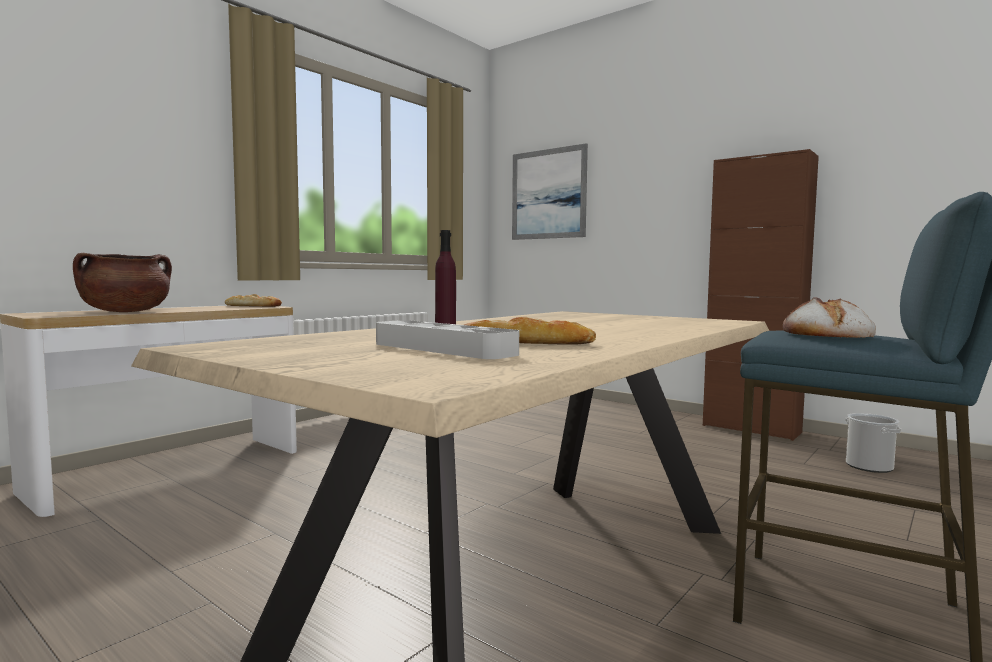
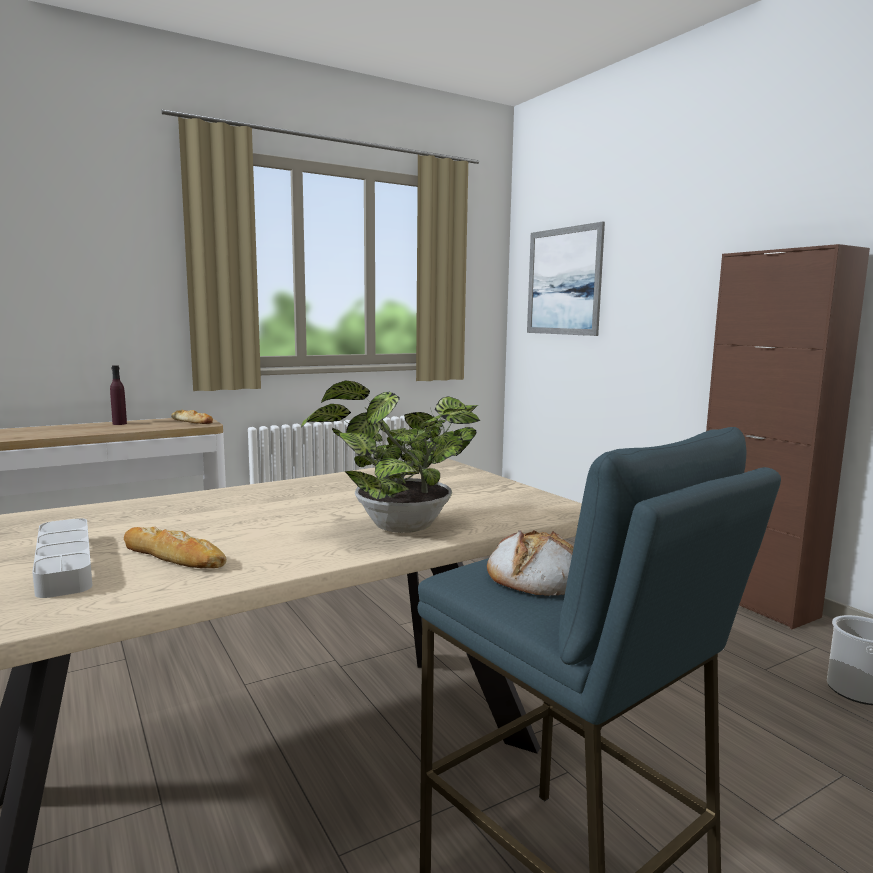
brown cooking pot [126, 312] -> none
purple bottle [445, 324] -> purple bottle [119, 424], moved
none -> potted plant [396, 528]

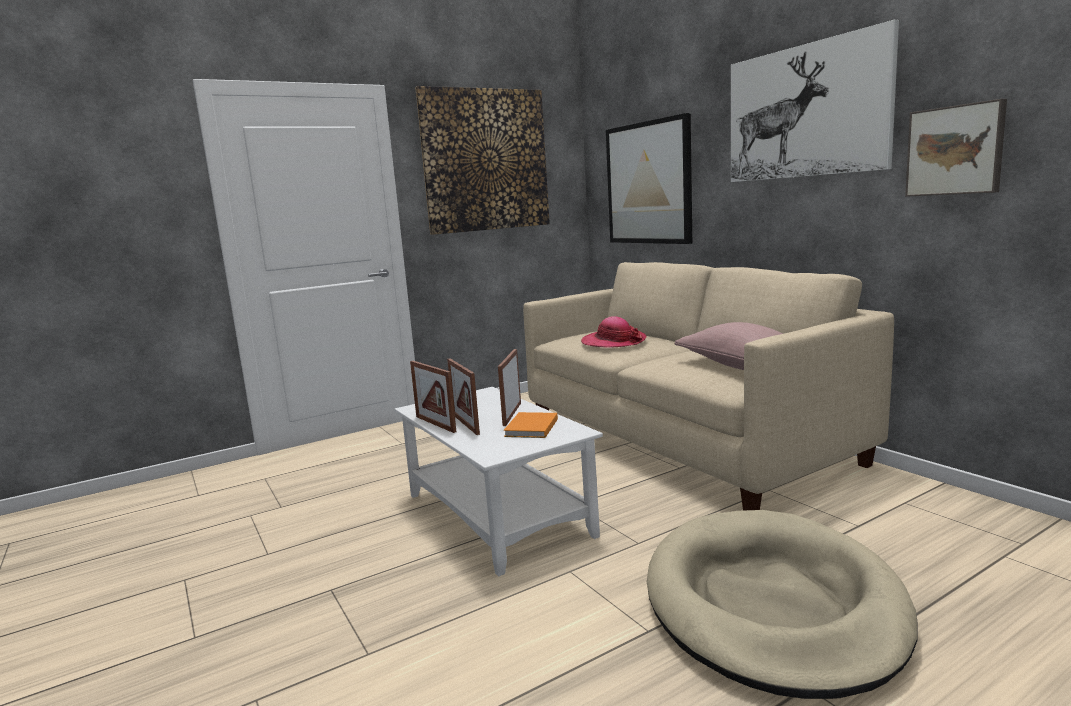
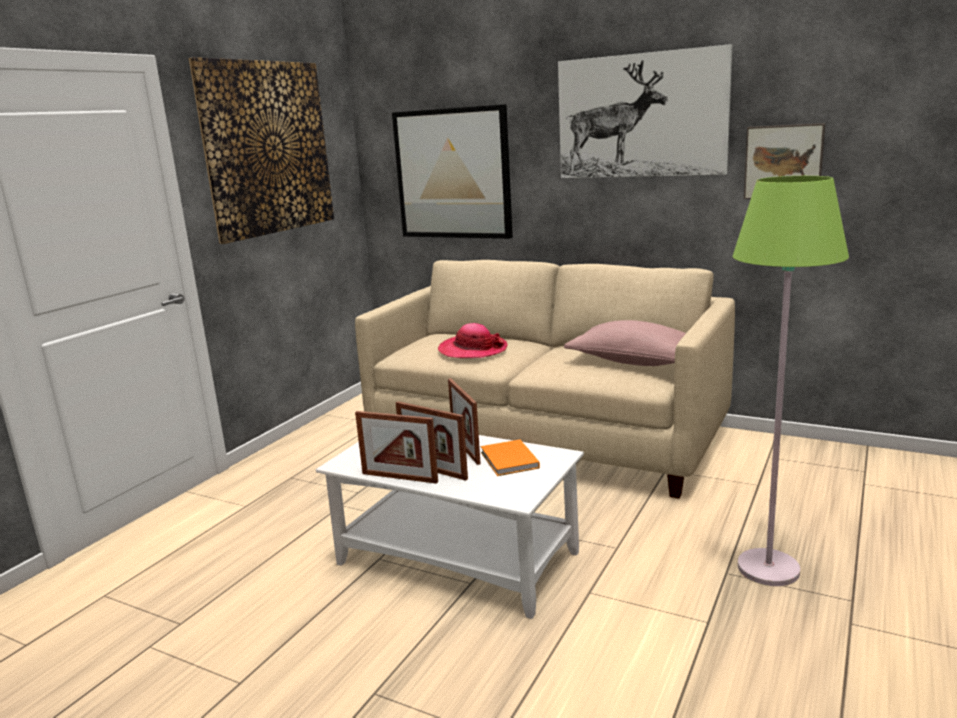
beige dog bed [772, 605] -> green floor lamp [768, 569]

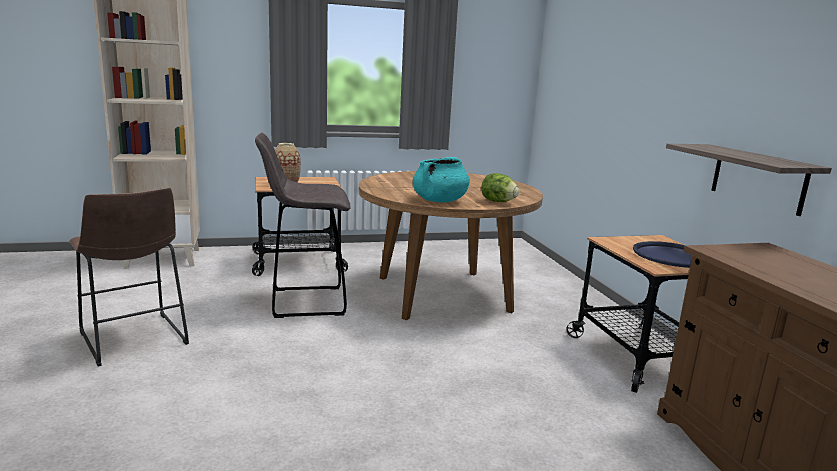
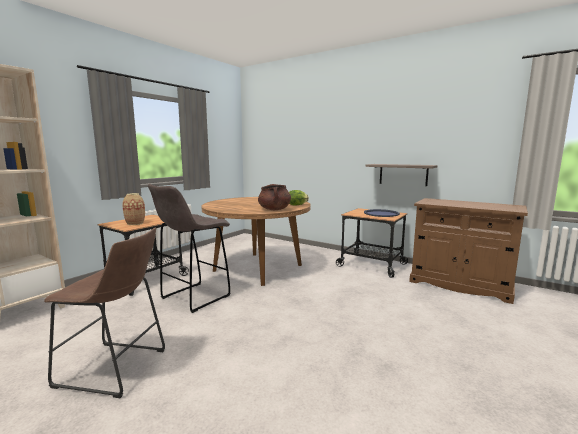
turquoise cooking pot [439, 201] -> brown cooking pot [274, 209]

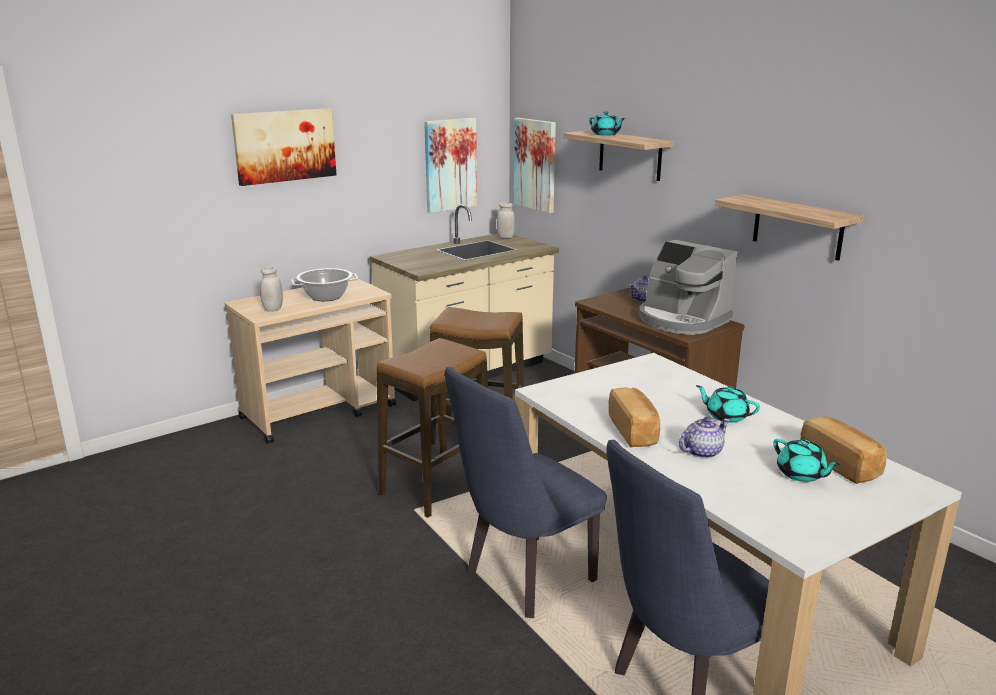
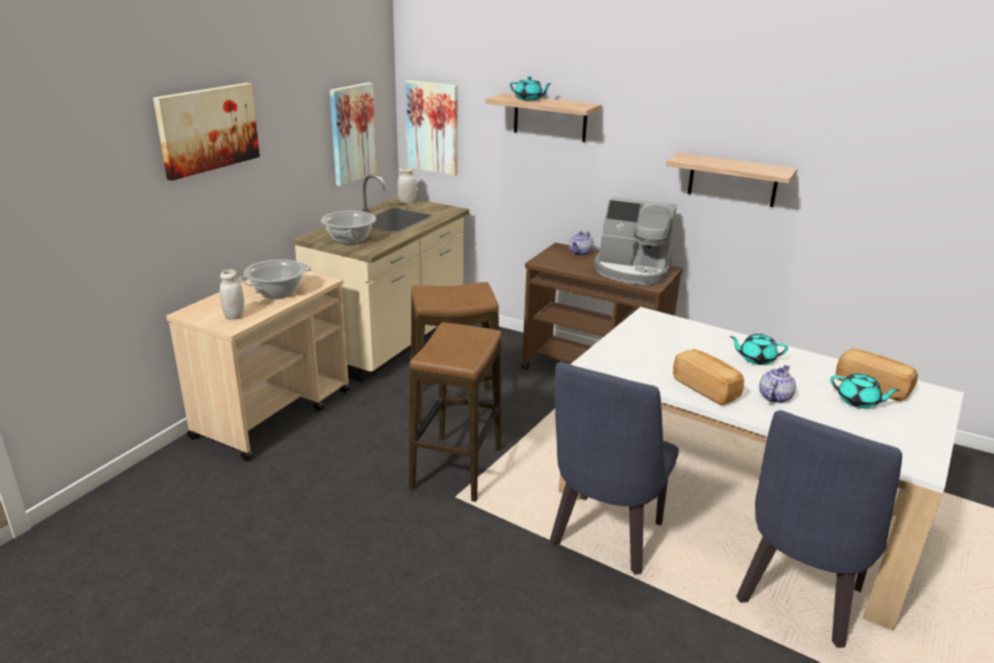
none -> cooking pot [350, 239]

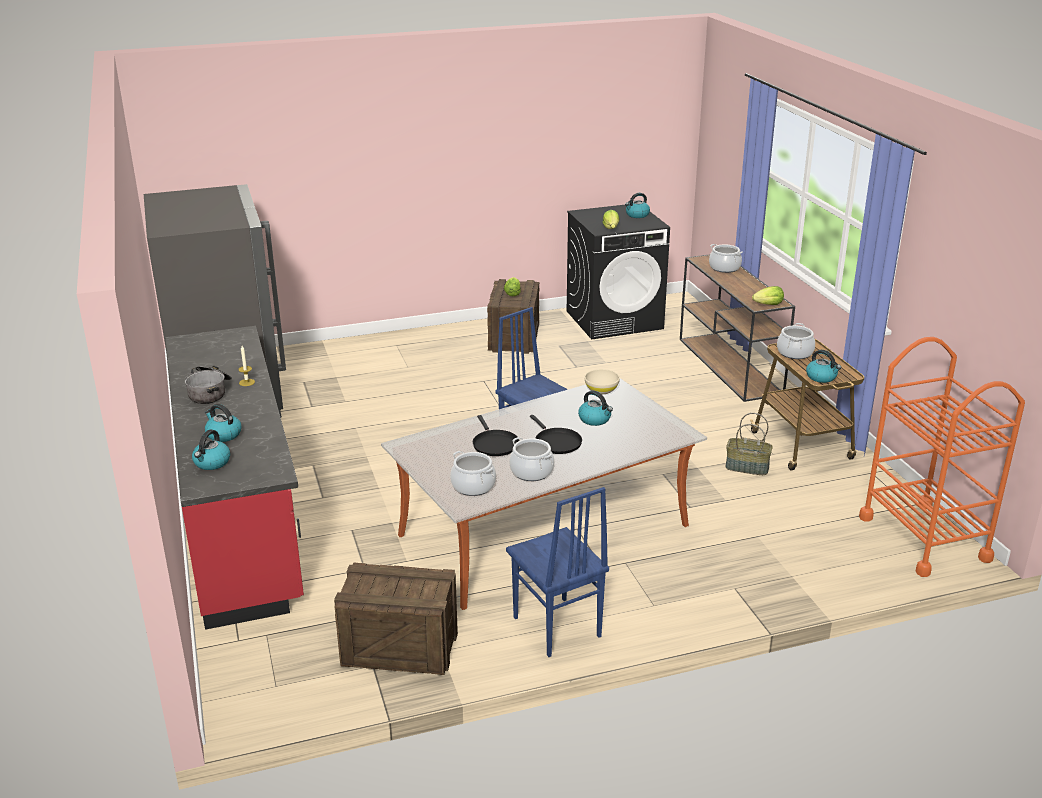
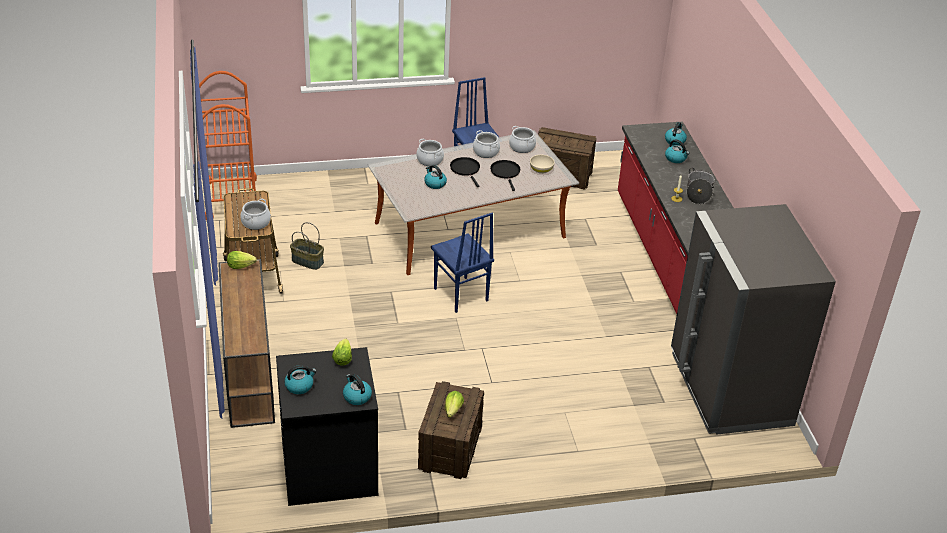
beige bowl [601, 390] -> beige bowl [541, 170], moved
cooking pot [724, 268] -> cooking pot [430, 160], moved
kettle [821, 377] -> kettle [356, 396], moved

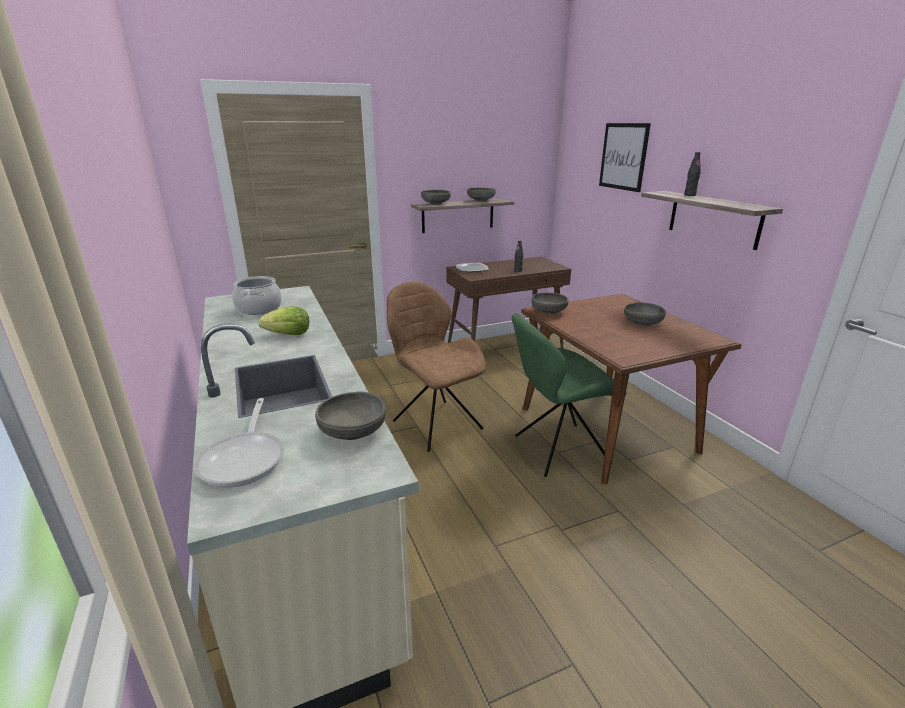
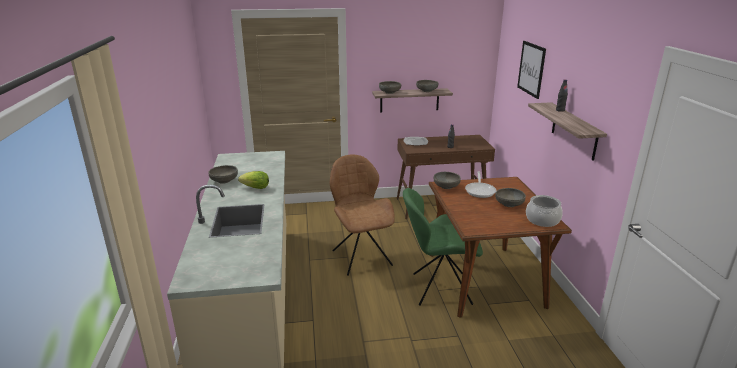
frying pan [245, 458] -> frying pan [480, 191], moved
cooking pot [258, 309] -> cooking pot [542, 220], moved
grey bowl [353, 432] -> grey bowl [224, 181], moved

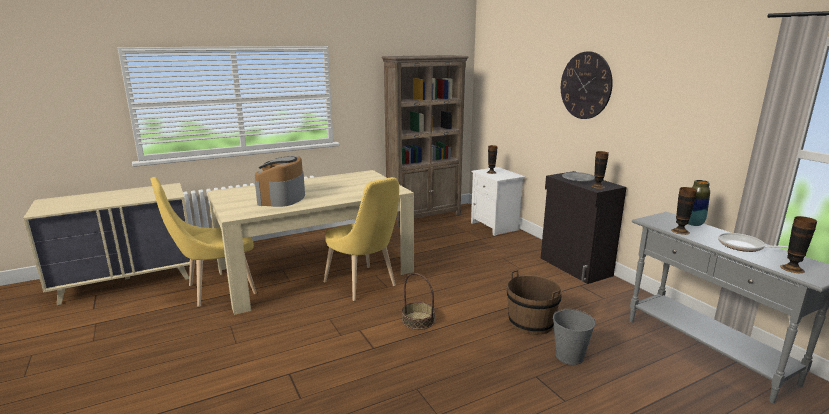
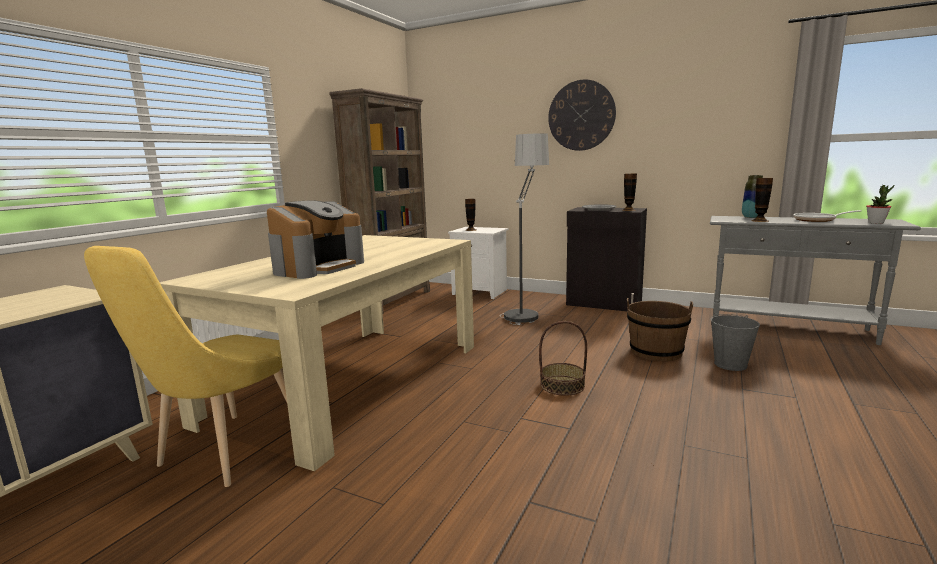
coffee machine [282, 198] -> coffee machine [318, 267], 120 degrees counterclockwise
yellow chair [363, 285] -> none
vase [792, 268] -> potted plant [876, 223]
none -> floor lamp [525, 310]

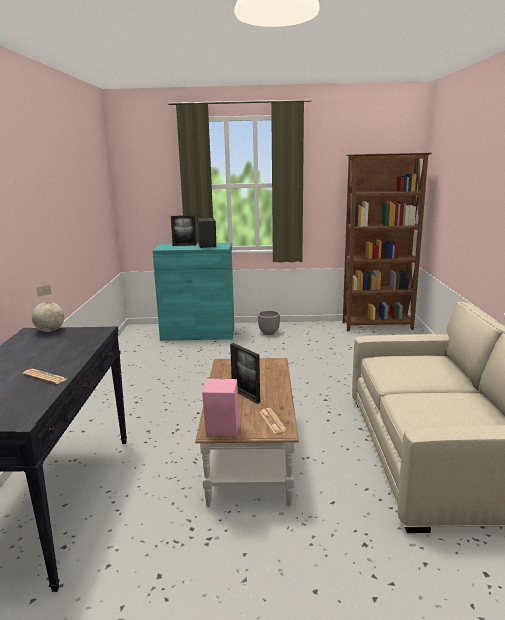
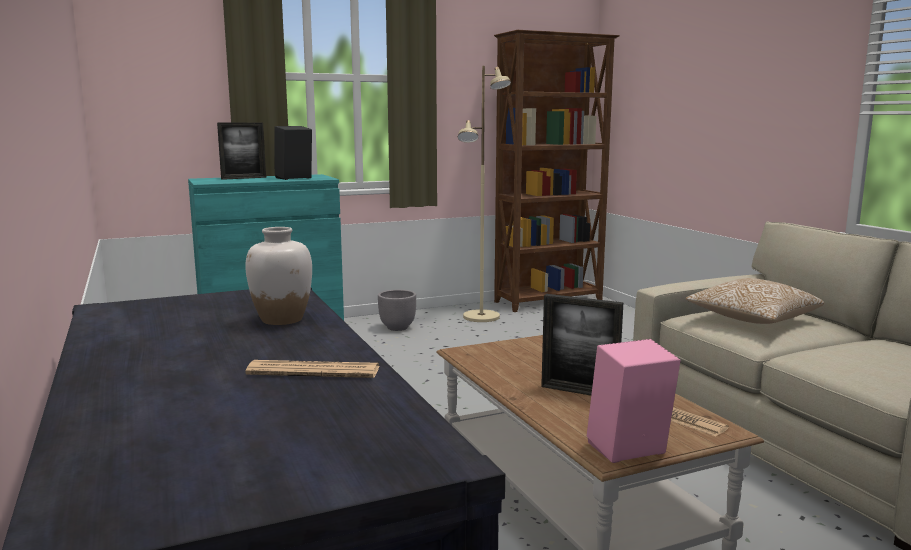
globe [49, 331] -> none
none -> white vase [282, 319]
none -> beige floor lamp [481, 317]
none -> pillow [752, 320]

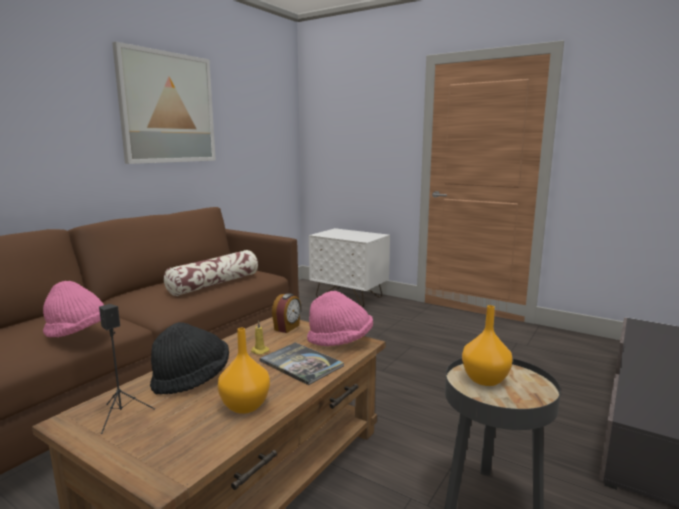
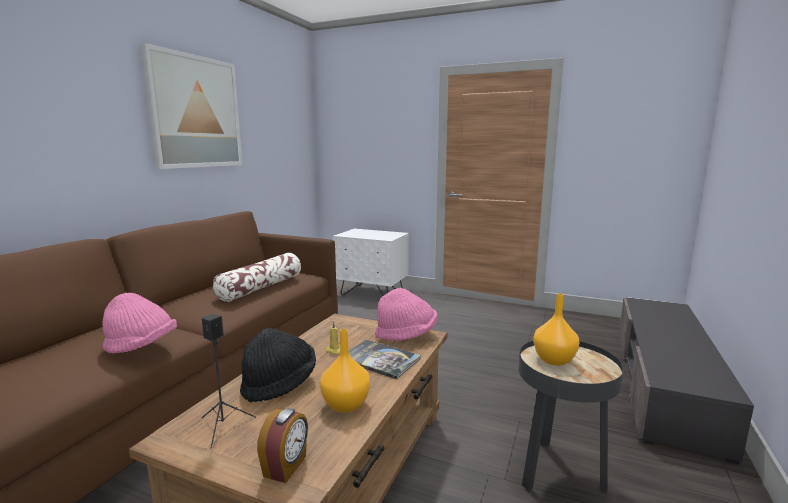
alarm clock [287, 328] -> alarm clock [286, 466], moved

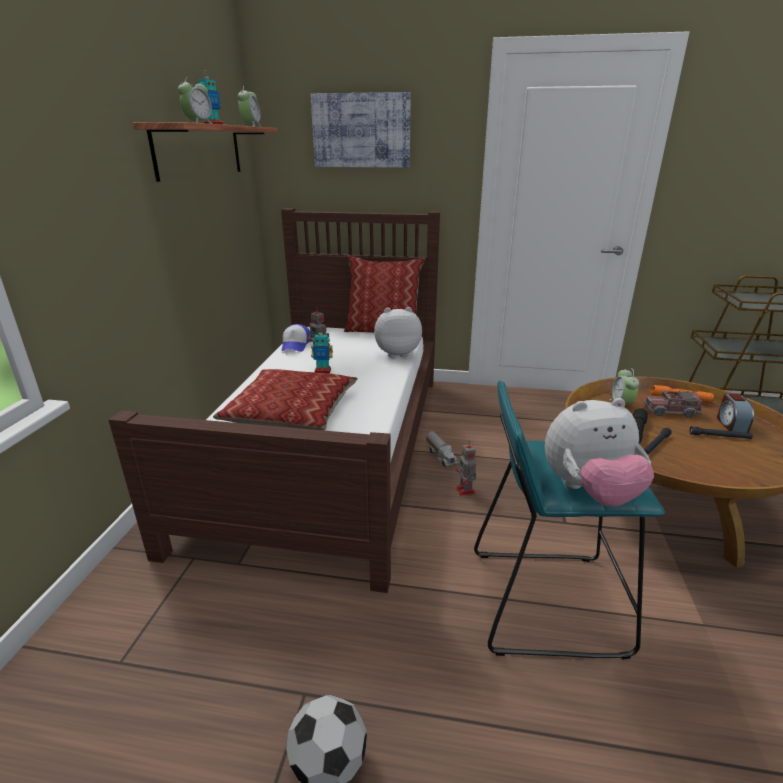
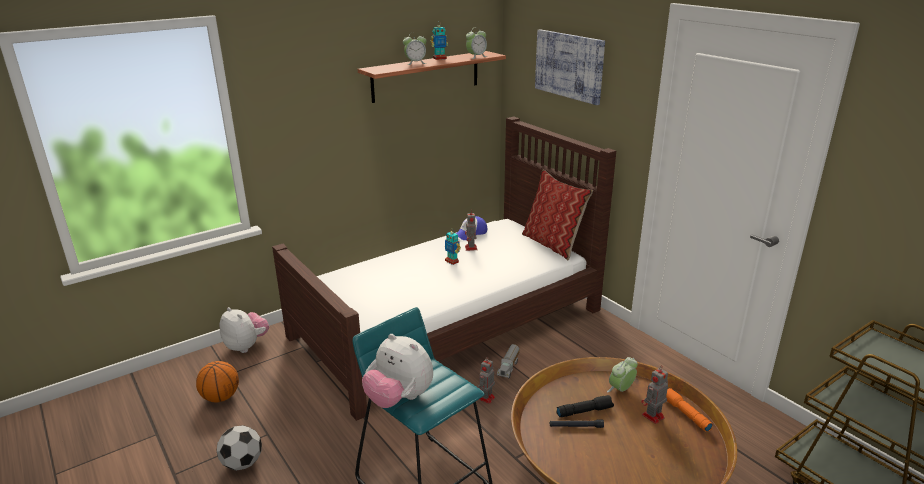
pillow [292, 411] -> none
plush toy [397, 353] -> plush toy [247, 346], moved
toy truck [670, 411] -> toy robot [652, 416]
black flashlight [719, 436] -> none
alarm clock [731, 424] -> none
none -> basketball [221, 397]

